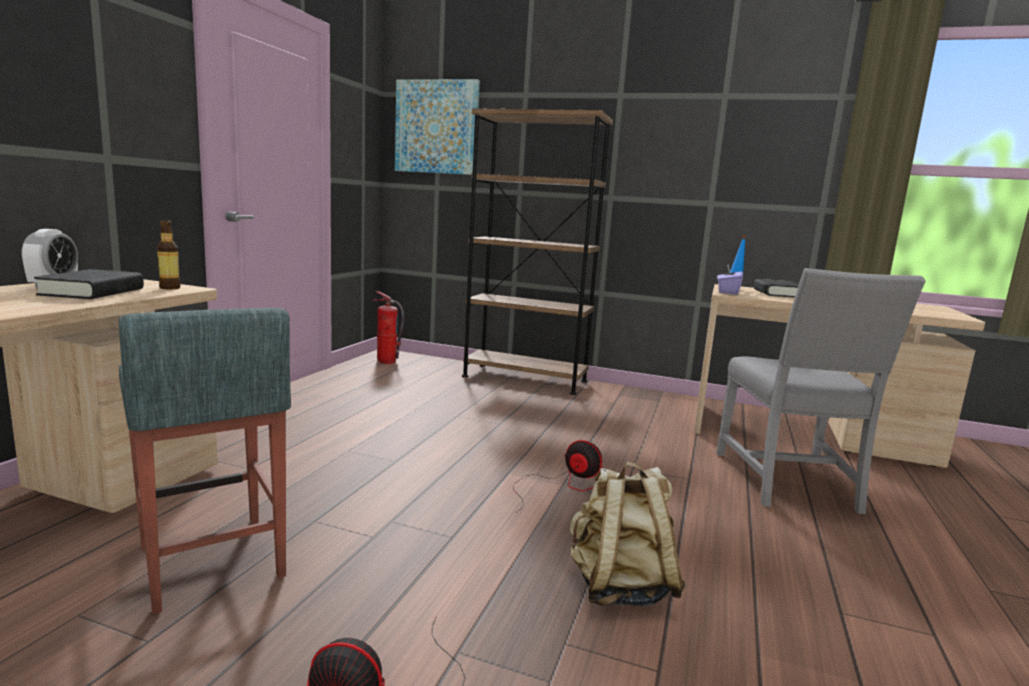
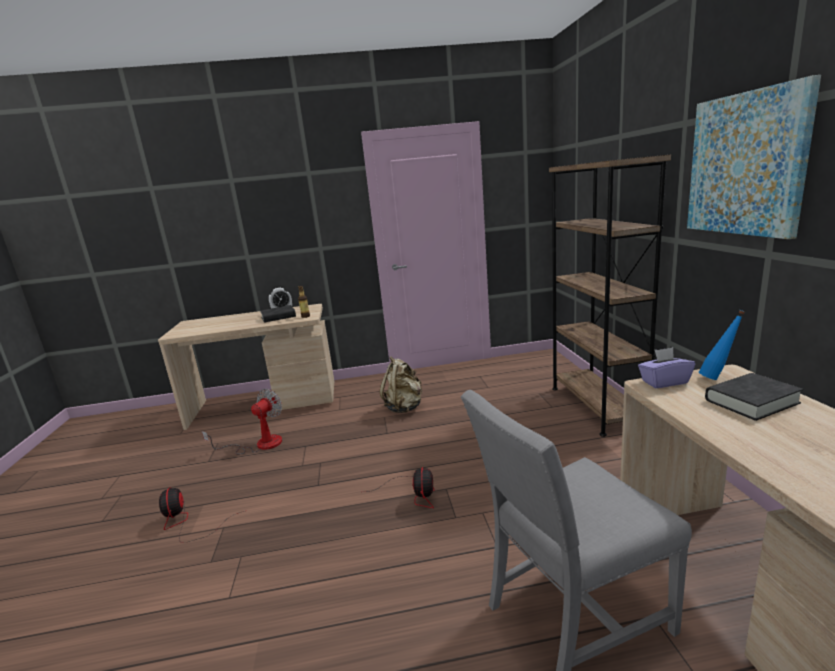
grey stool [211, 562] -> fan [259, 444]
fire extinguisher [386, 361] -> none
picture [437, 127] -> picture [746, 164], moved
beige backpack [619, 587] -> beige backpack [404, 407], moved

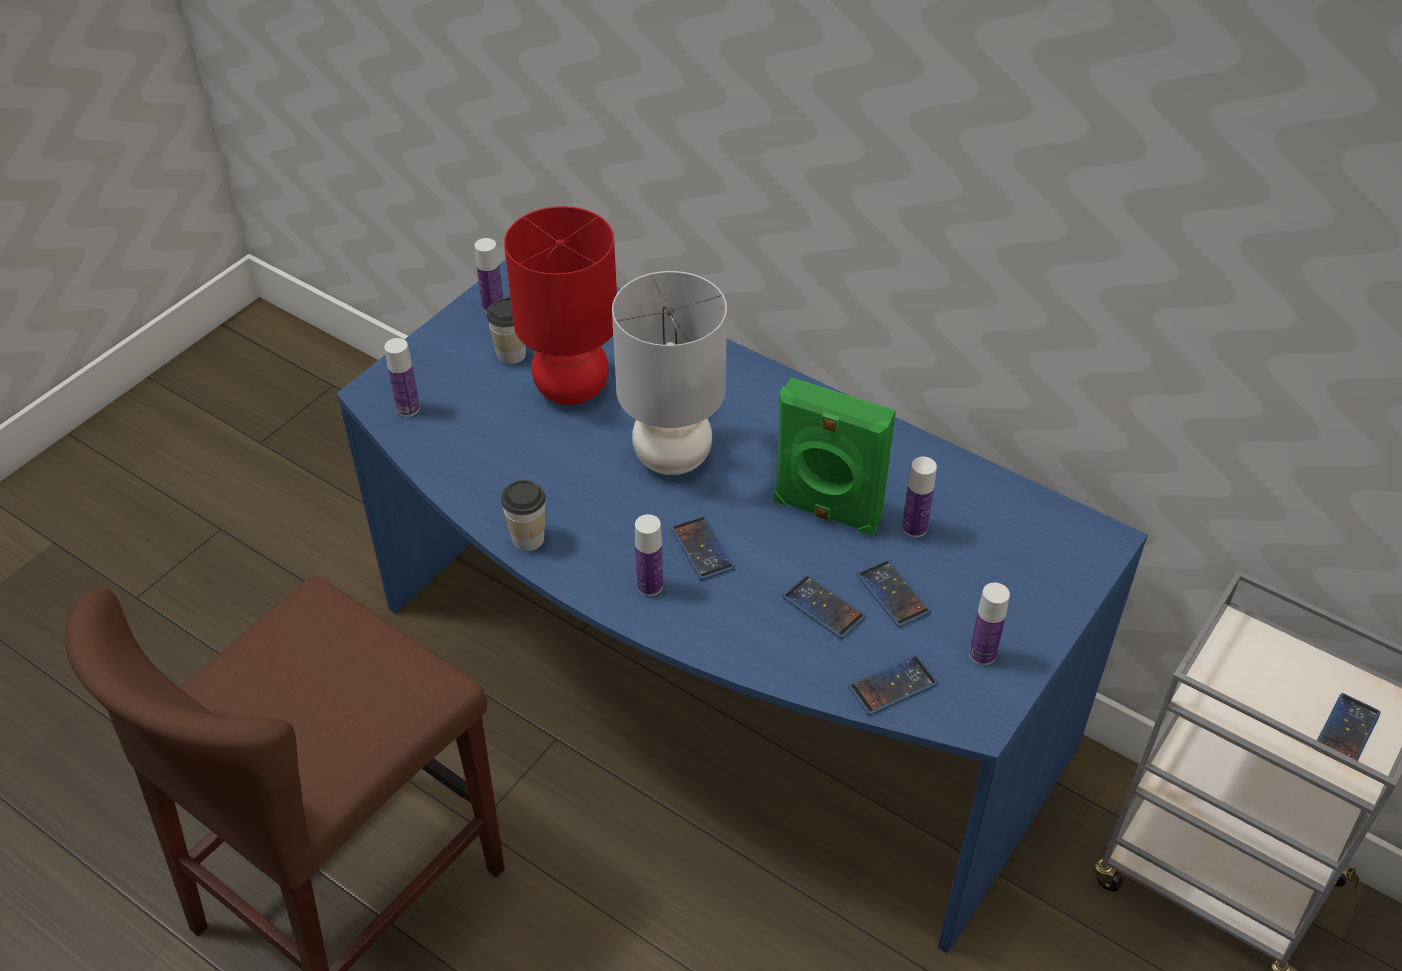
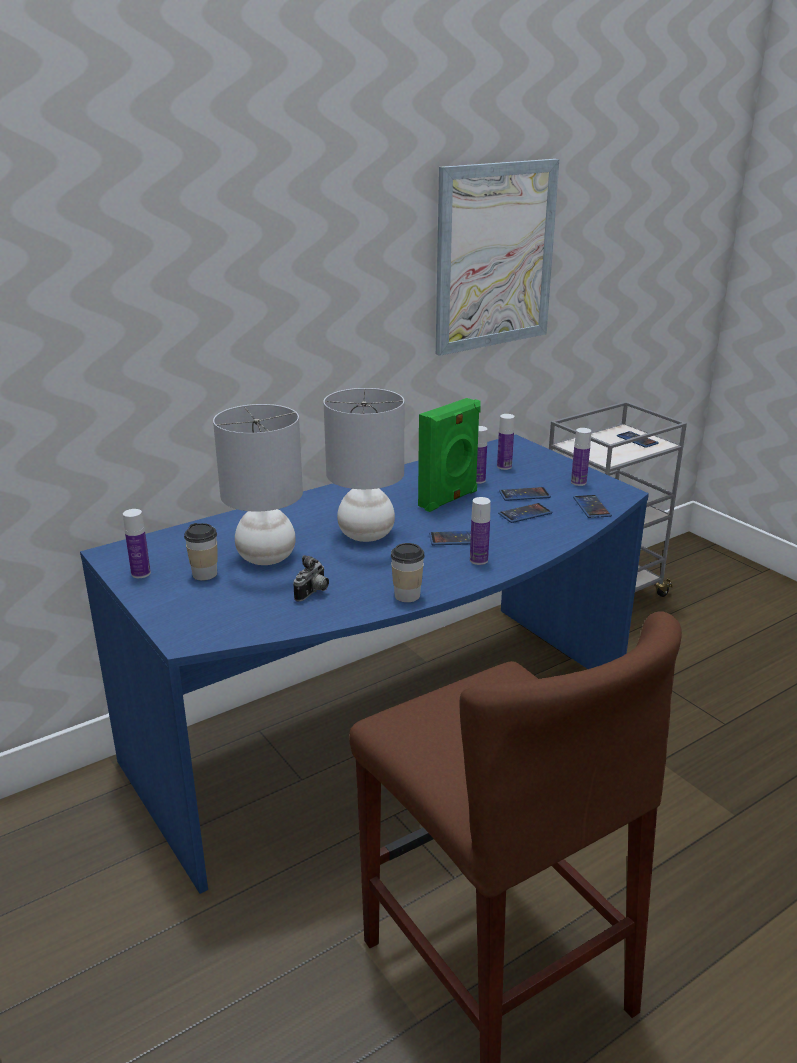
bottle [408, 408] -> bottle [504, 466], moved
red table lamp [571, 387] -> grey table lamp [265, 557]
none -> photo camera [313, 593]
none -> picture [495, 256]

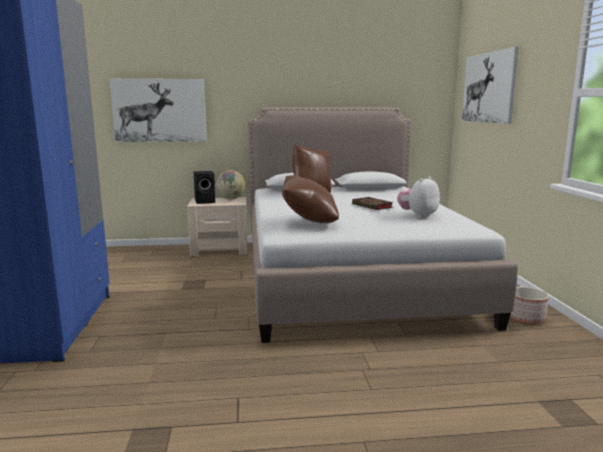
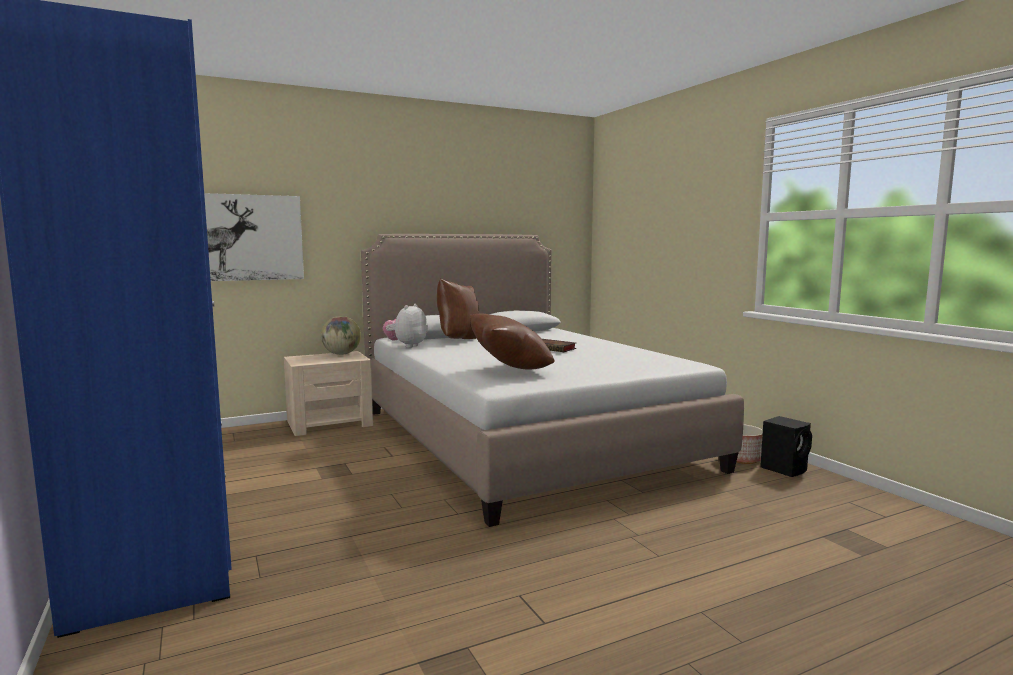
black speaker [206, 201] -> black speaker [785, 469], moved
plush toy [418, 216] -> plush toy [406, 346], moved
picture [488, 88] -> none

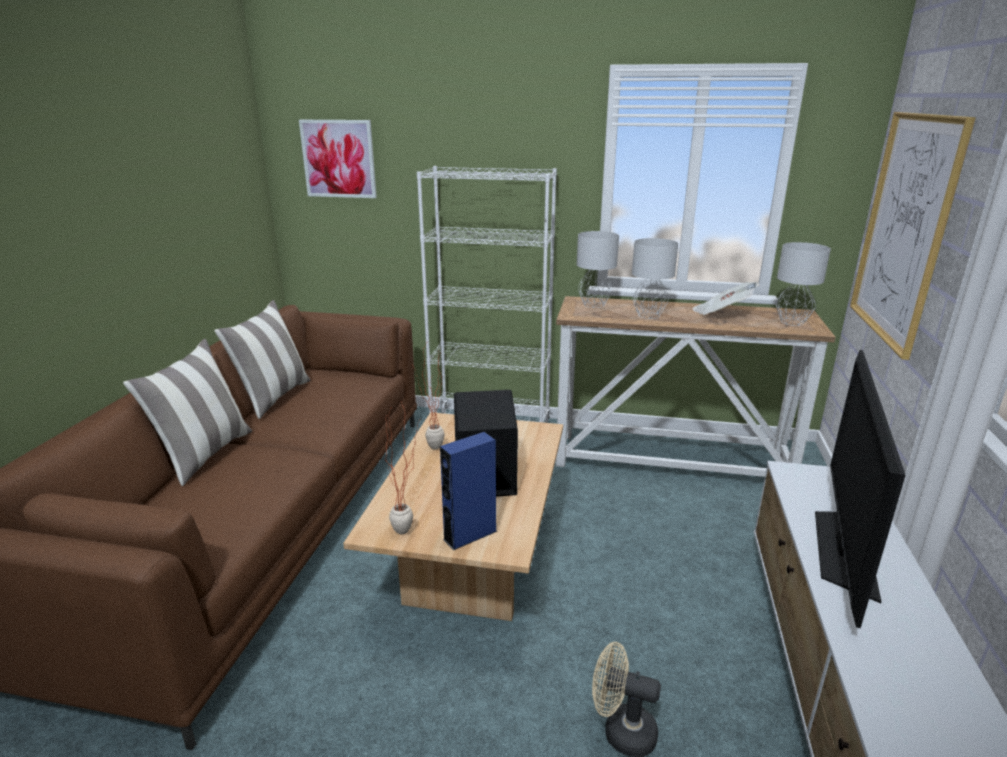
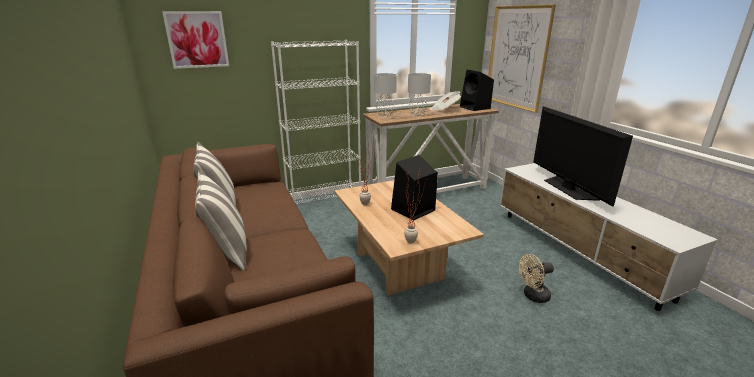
blue speaker [470, 535] -> none
grey table lamp [793, 322] -> black speaker [475, 108]

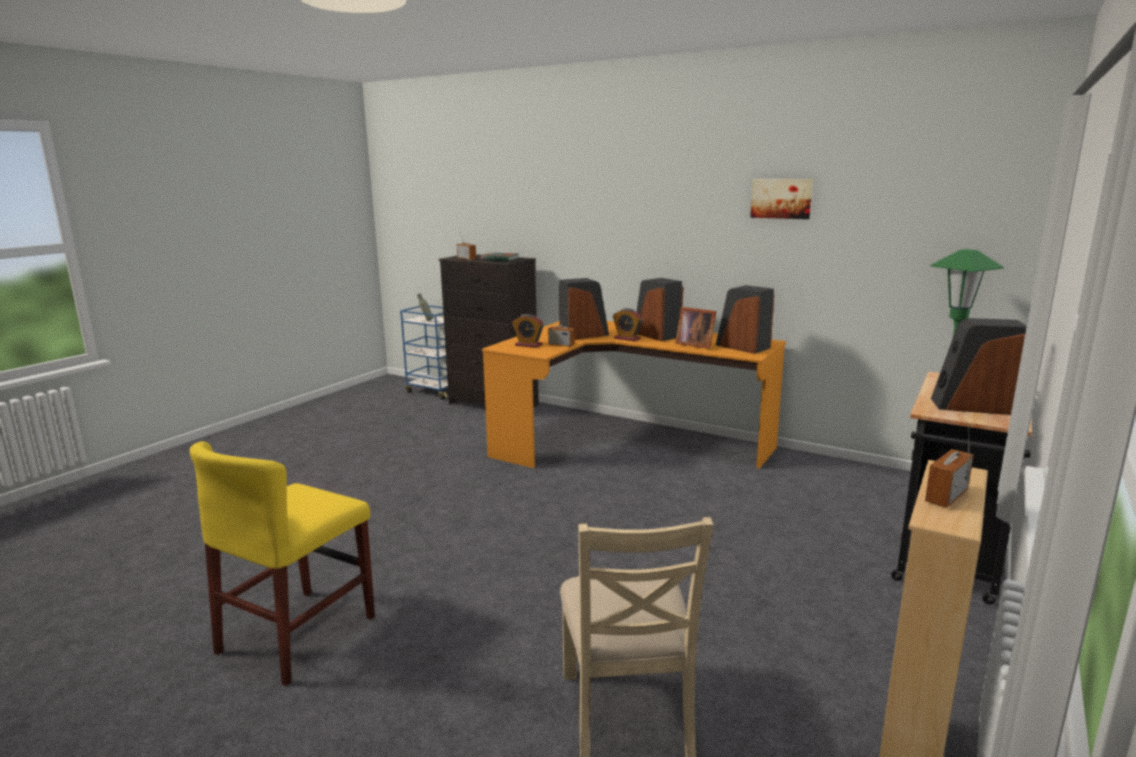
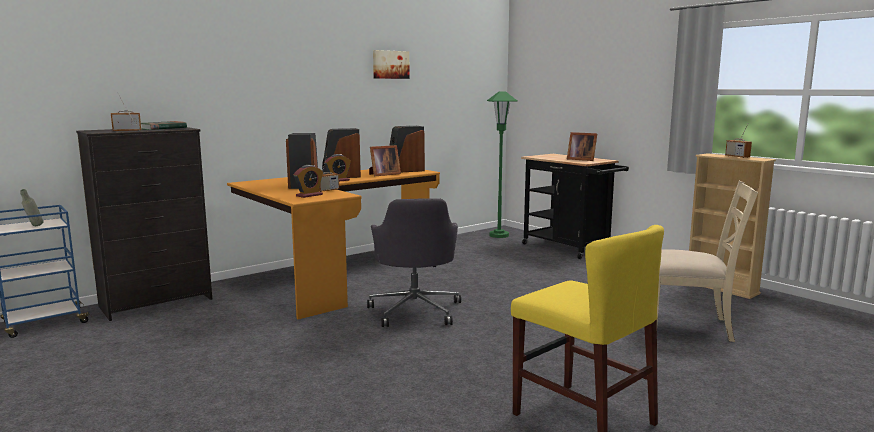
speaker [972, 406] -> picture frame [580, 159]
none -> grey office chair [415, 310]

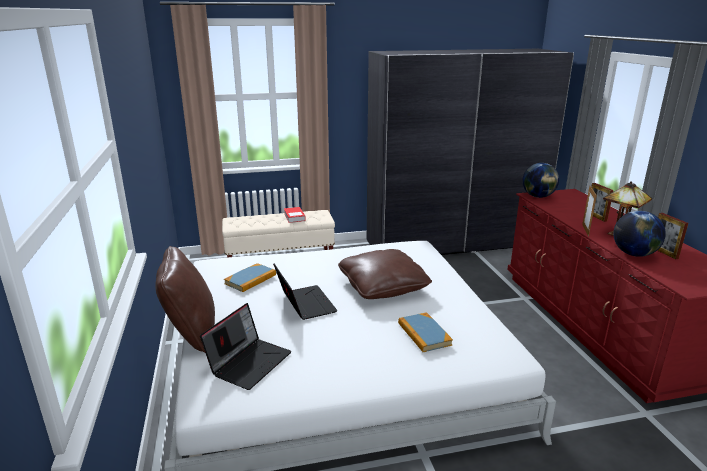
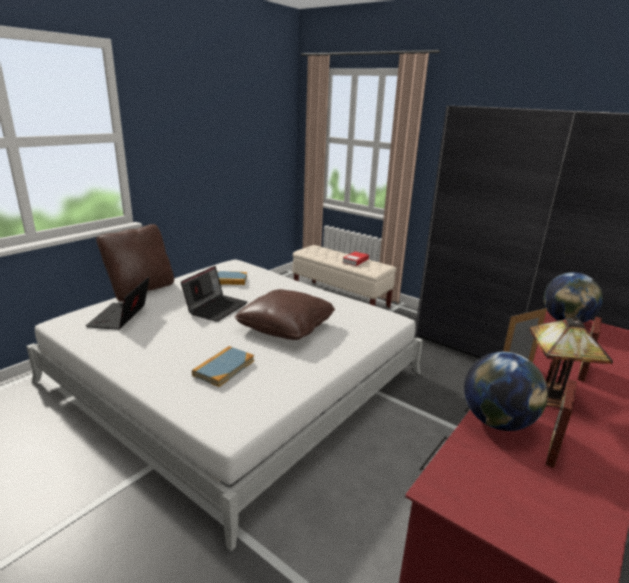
laptop [249, 362] -> laptop [121, 317], 105 degrees clockwise

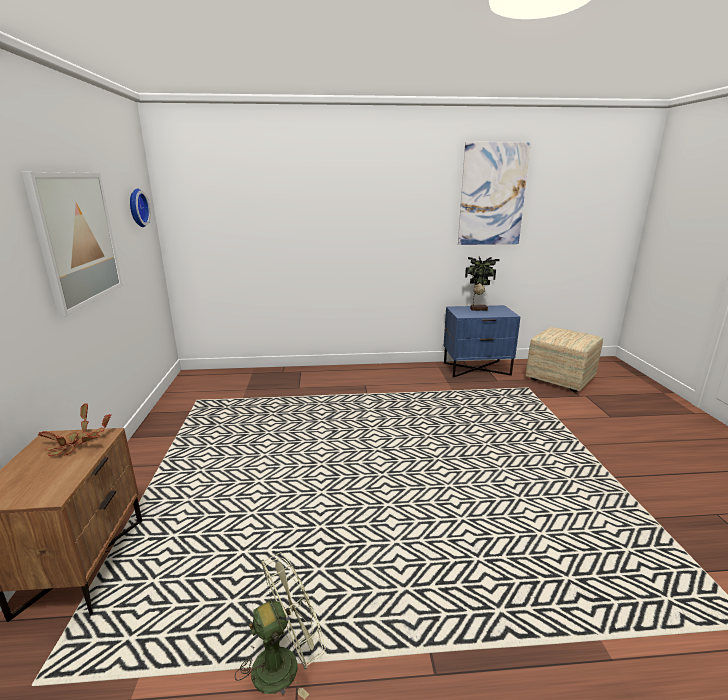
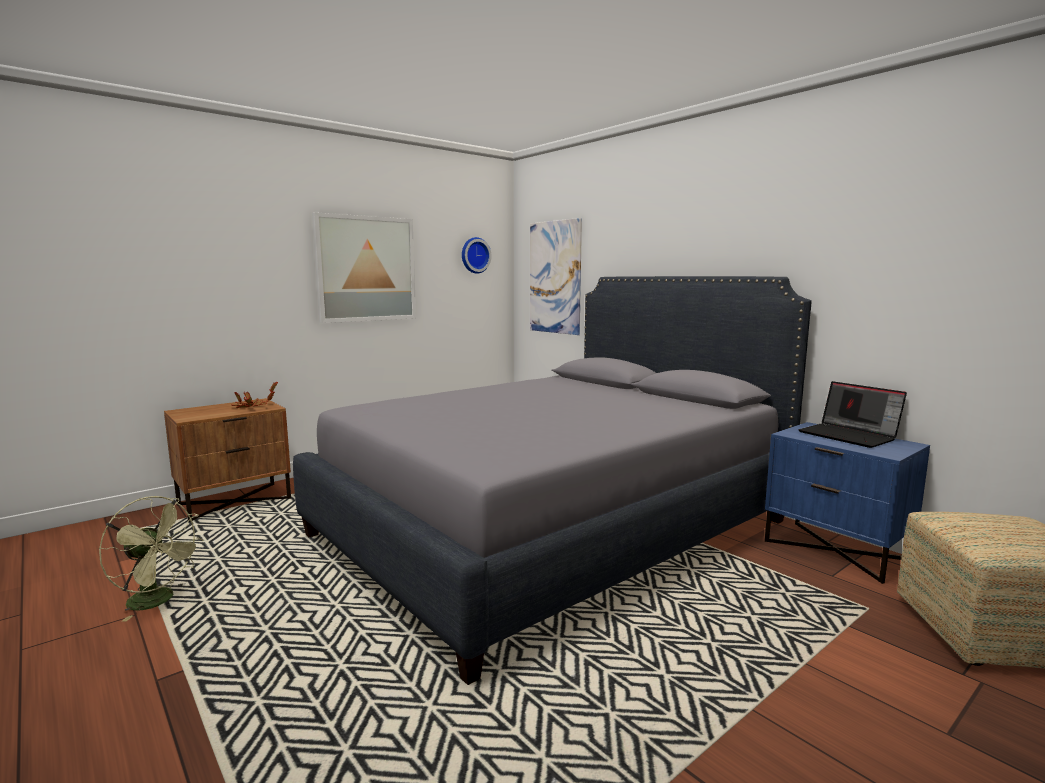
picture [492, 195] -> picture [554, 277], moved
potted plant [478, 309] -> laptop [850, 436]
none -> grey bed [553, 527]

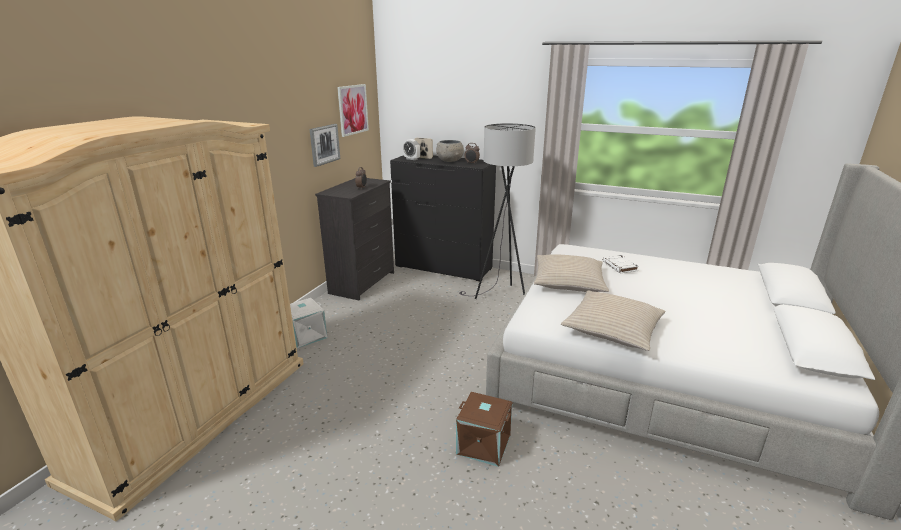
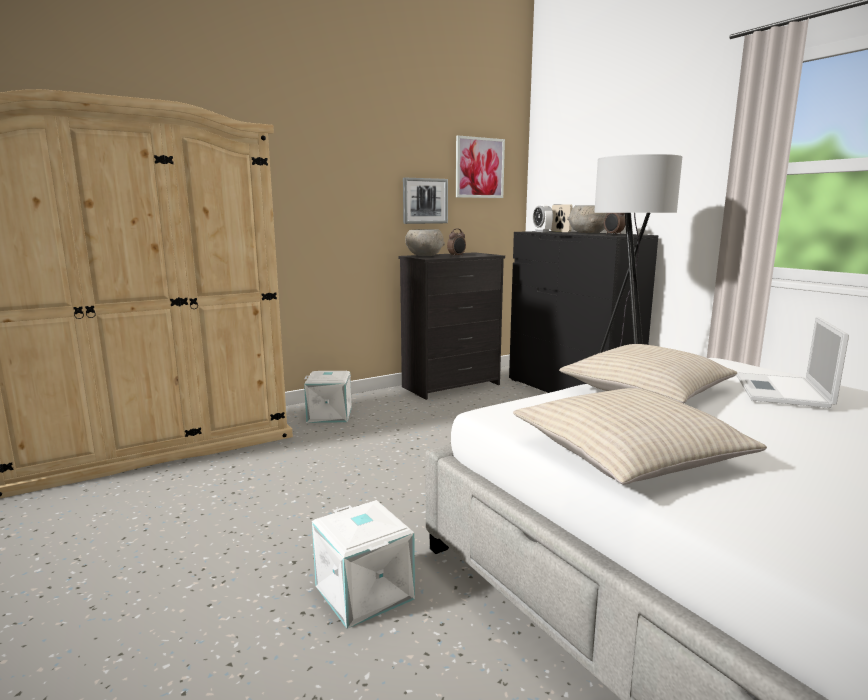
brown storage box [484, 444] -> white storage box [366, 592]
white book [620, 266] -> laptop [782, 391]
none -> grey bowl [424, 256]

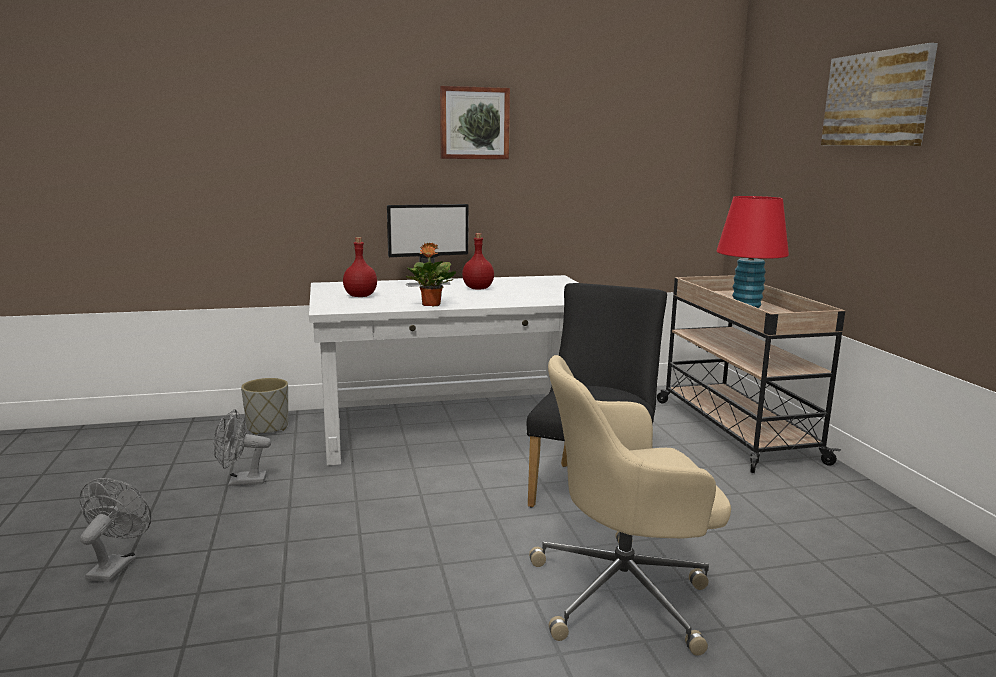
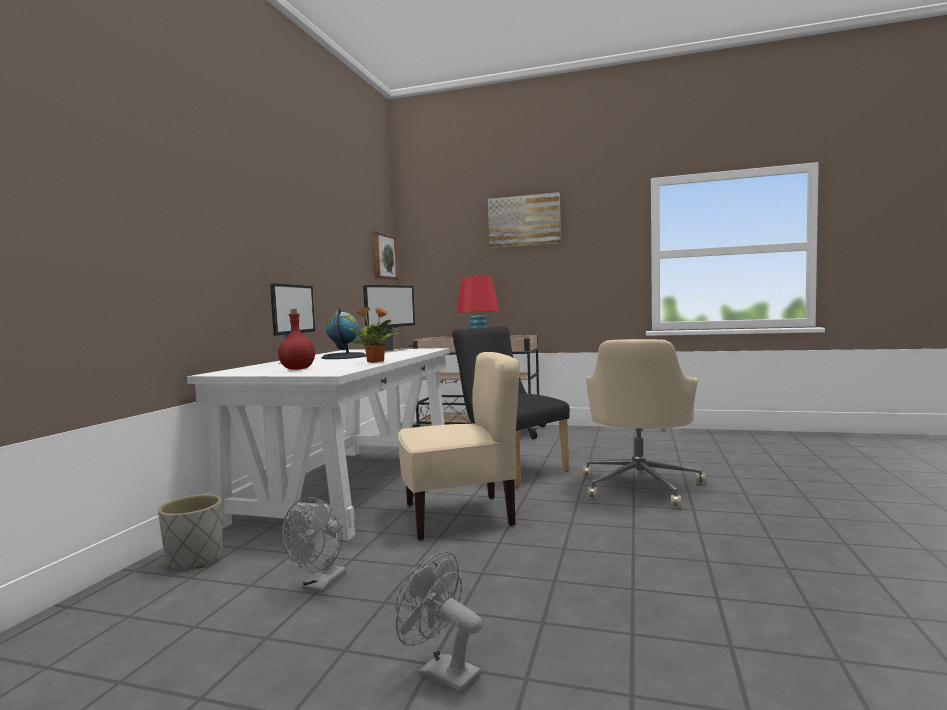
picture [474, 123] -> picture [383, 256], moved
red bottle [478, 288] -> globe [344, 357]
none -> monitor [391, 351]
none -> beige chair [459, 516]

